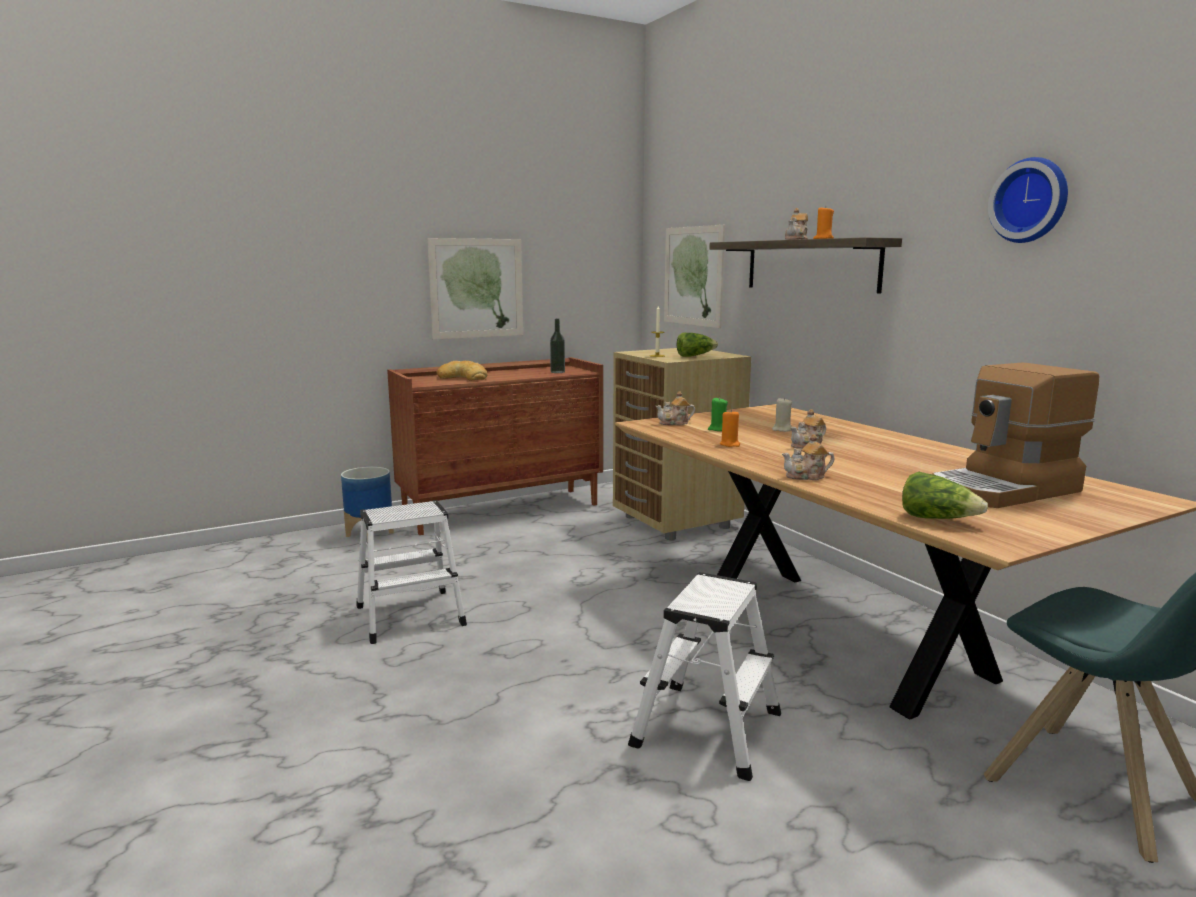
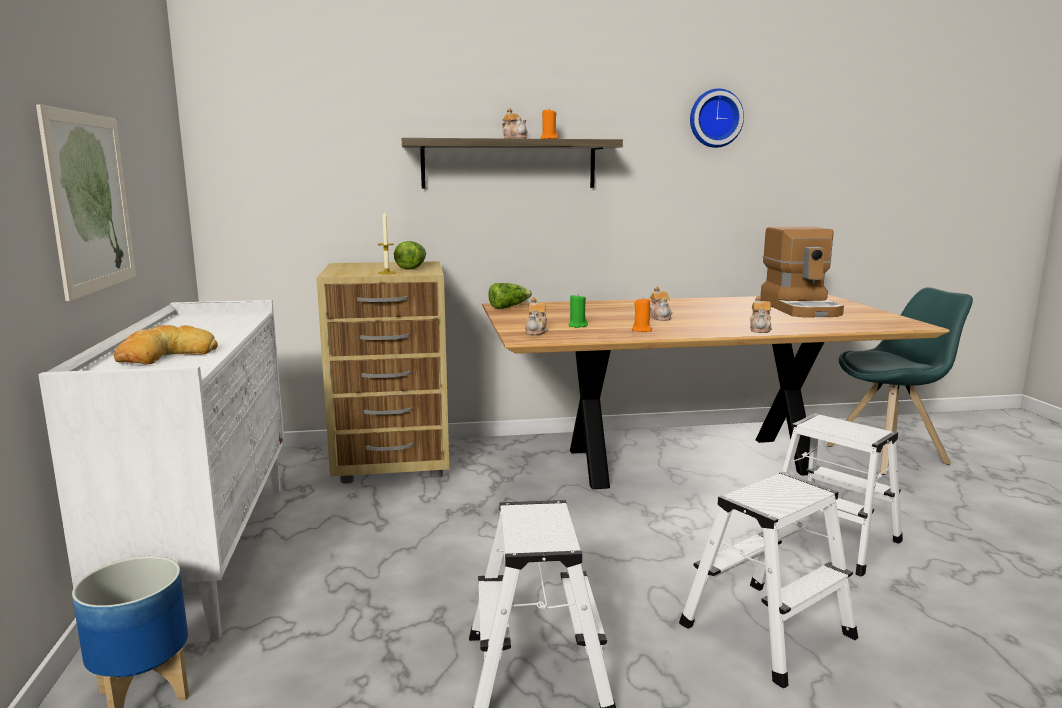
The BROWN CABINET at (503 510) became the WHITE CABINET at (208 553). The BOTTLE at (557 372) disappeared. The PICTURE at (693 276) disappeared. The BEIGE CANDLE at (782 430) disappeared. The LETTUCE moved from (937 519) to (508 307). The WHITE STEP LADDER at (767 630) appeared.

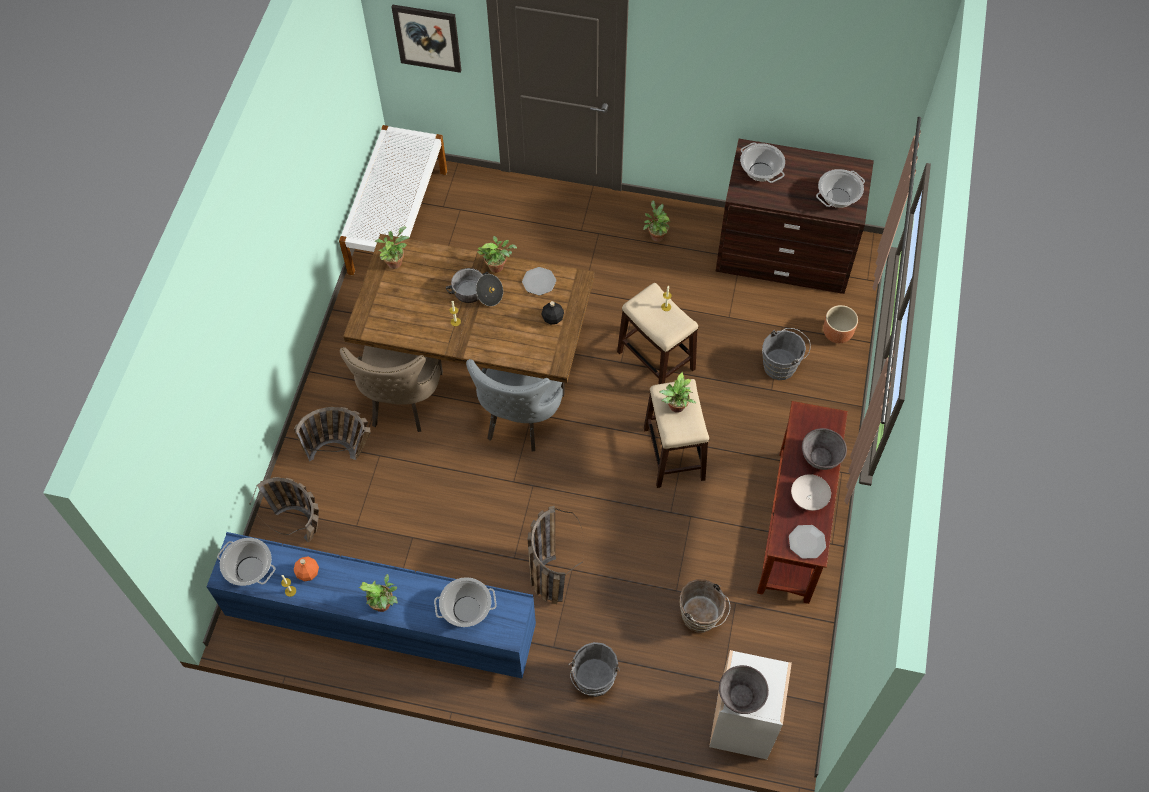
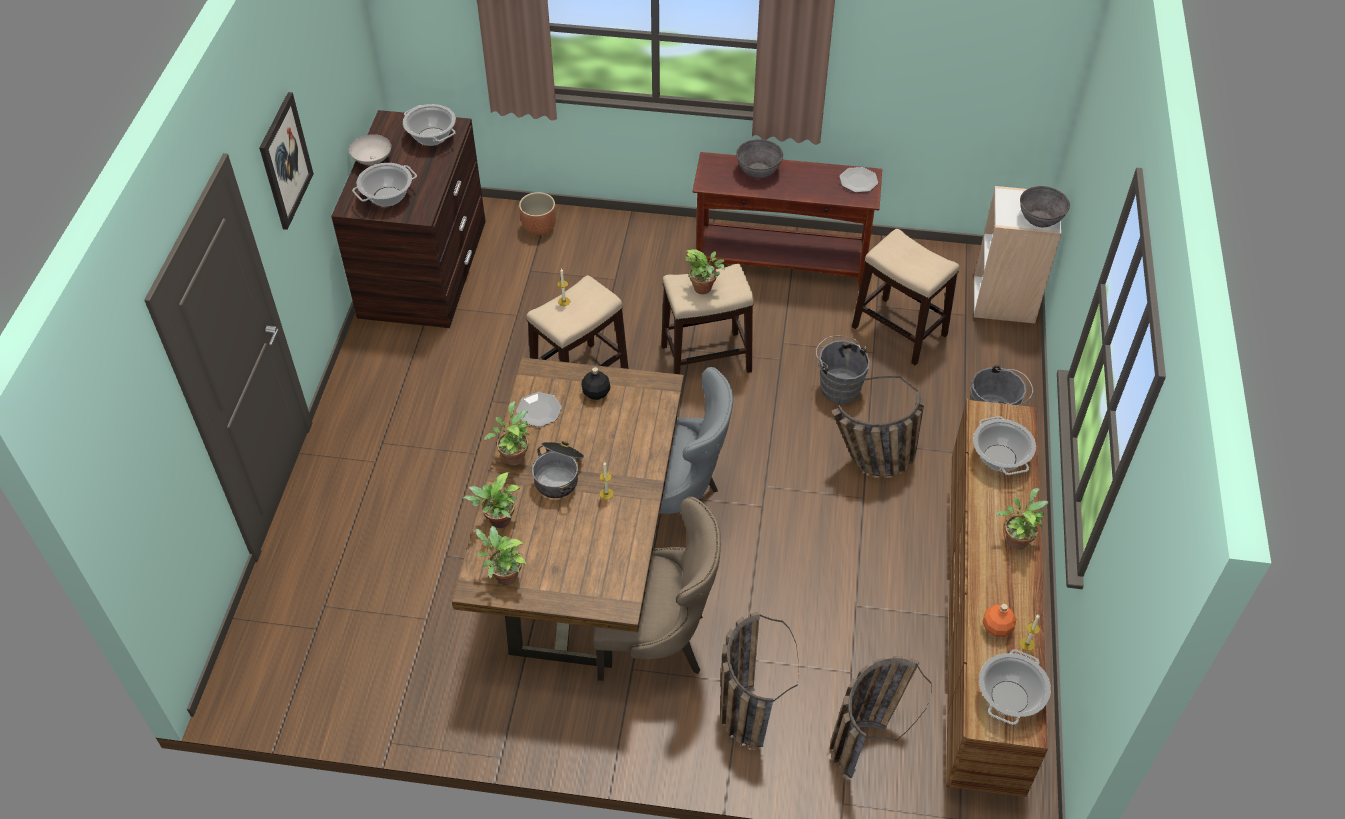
The BLUE CABINET at (382 626) became the BROWN CABINET at (982 624). The WHITE BENCH at (398 221) disappeared. The PICTURE moved from (427 38) to (285 161). The POTTED PLANT moved from (656 235) to (498 522). The BROWN BUCKET at (701 618) was replaced by the STOOL at (900 331). The GREY BUCKET moved from (782 365) to (838 386). The WHITE BOWL moved from (808 498) to (372 160).

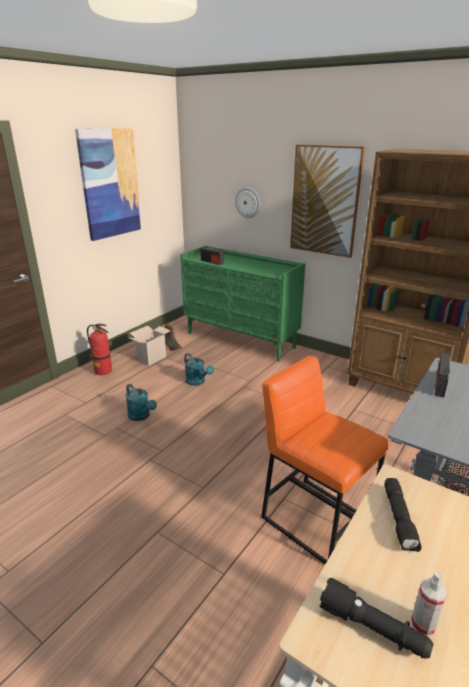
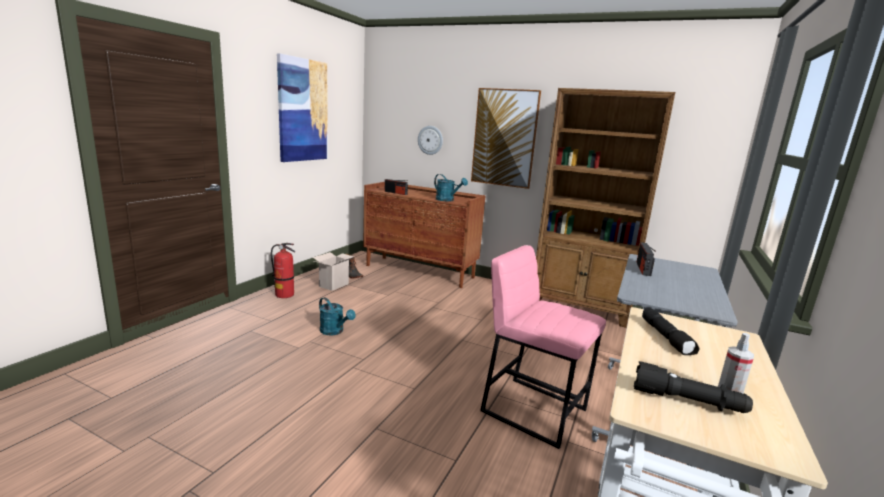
The GREEN CABINET at (240 340) became the BROWN CABINET at (420 272). The TURQUOISE WATERING CAN moved from (197 382) to (447 200). The ORANGE CHAIR at (314 518) became the PINK CHAIR at (532 409).

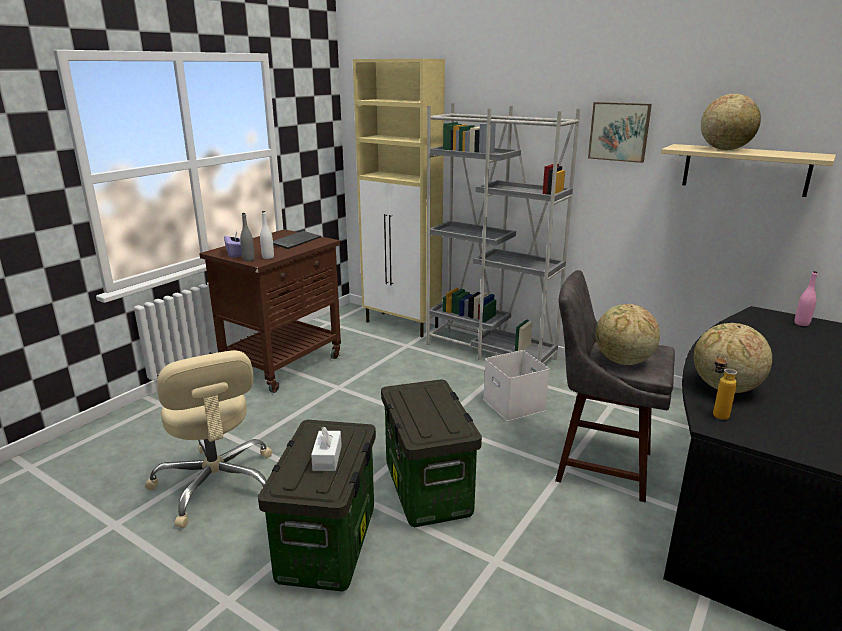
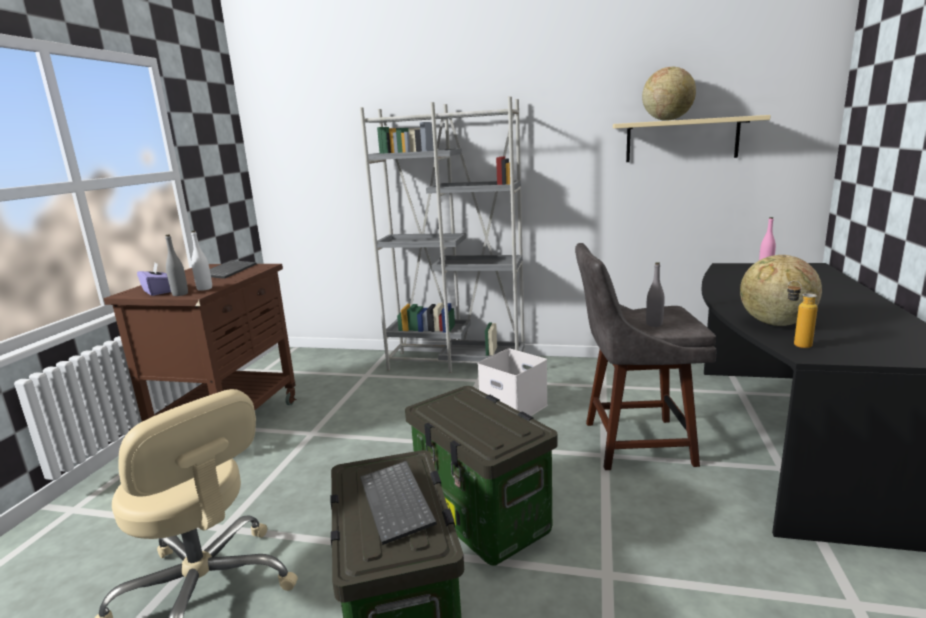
The WHITE TISSUE BOX at (327 458) was replaced by the KEYBOARD at (398 502). The BEIGE CABINET at (402 325) disappeared. The PICTURE at (619 131) disappeared. The GLOBE at (622 361) was replaced by the GREY BOTTLE at (654 324).

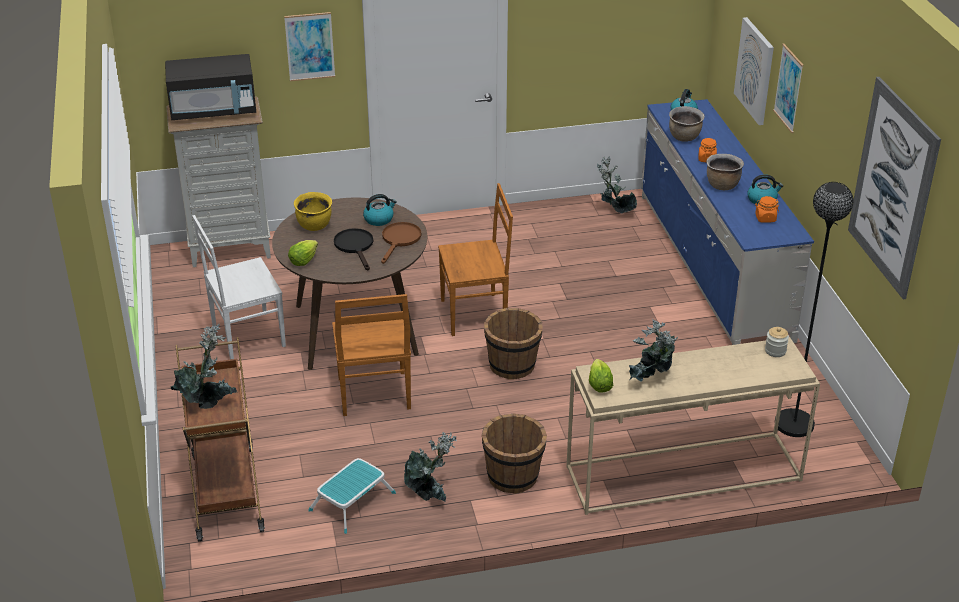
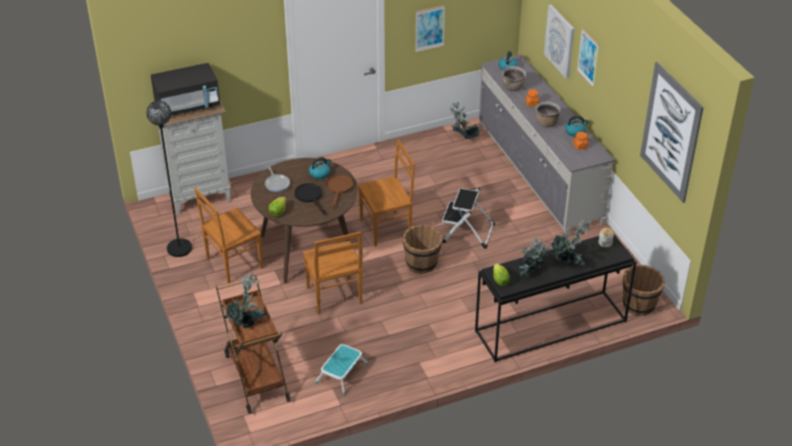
The WHITE CHAIR at (246 337) became the BROWN CHAIR at (233 264). The PICTURE moved from (310 46) to (429 28). The YELLOW COOKING POT at (315 226) was replaced by the FRYING PAN at (277 183). The POTTED PLANT moved from (430 494) to (568 262). The BROWN BUCKET moved from (513 477) to (639 305). The BEIGE CONSOLE TABLE at (682 475) became the BLACK CONSOLE TABLE at (550 327). The BLUE CABINET at (712 264) became the GREY CABINET at (538 172). The BLACK FLOOR LAMP moved from (794 424) to (179 248). The STEP LADDER at (467 231) appeared.

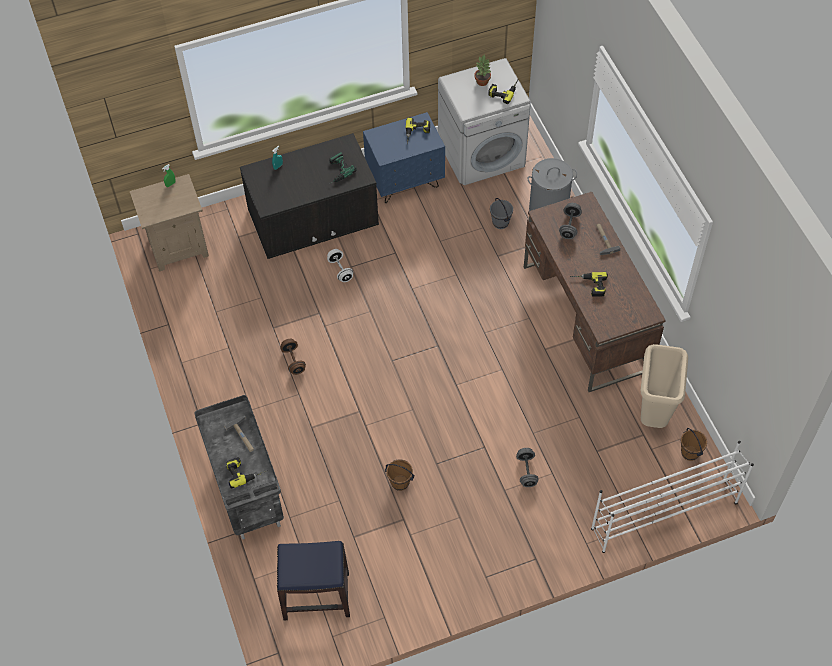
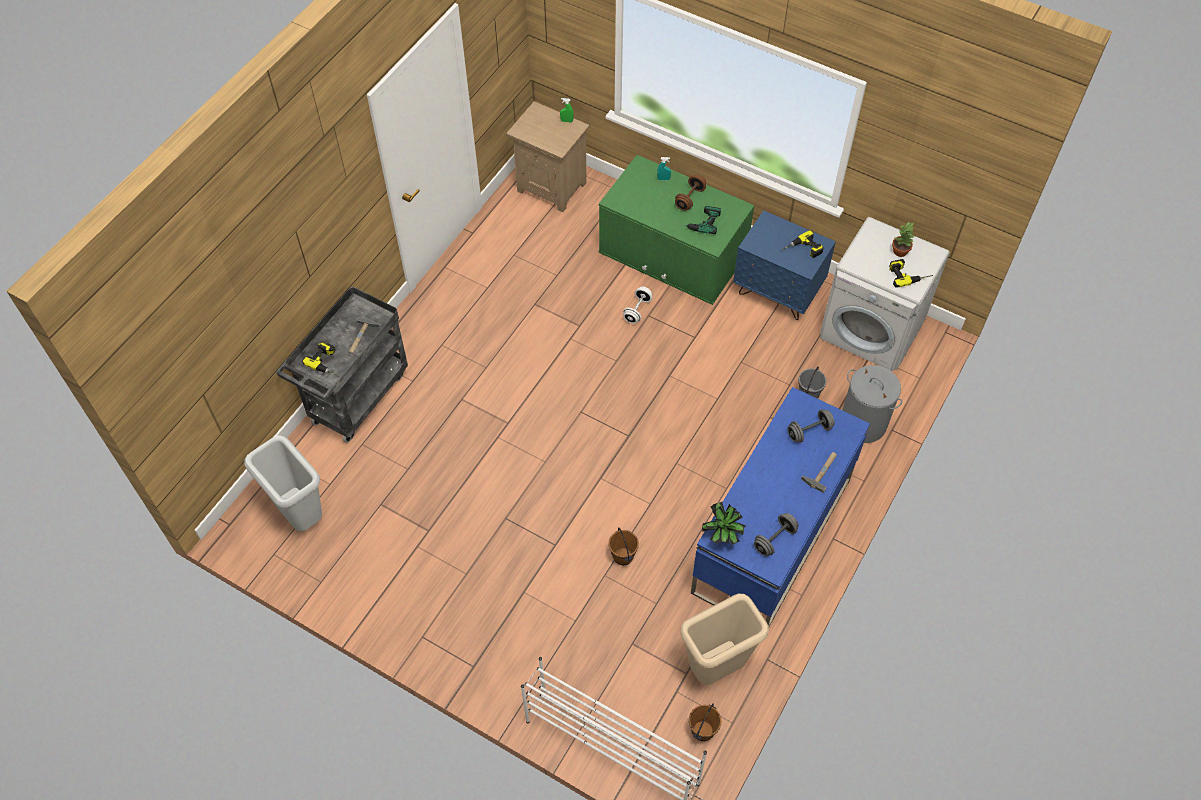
The BLACK CABINET at (313 216) became the GREEN CABINET at (673 253). The STOOL at (316 596) was replaced by the GREY TRASH CAN at (302 516). The BROWN DUMBBELL moved from (293 361) to (690 199). The BROWN BUCKET moved from (400 483) to (622 556). The GREY DUMBBELL moved from (526 471) to (774 539). The BROWN DESK at (586 318) became the BLUE DESK at (771 536). The POWER DRILL at (589 286) disappeared. The POTTED PLANT at (722 537) appeared.

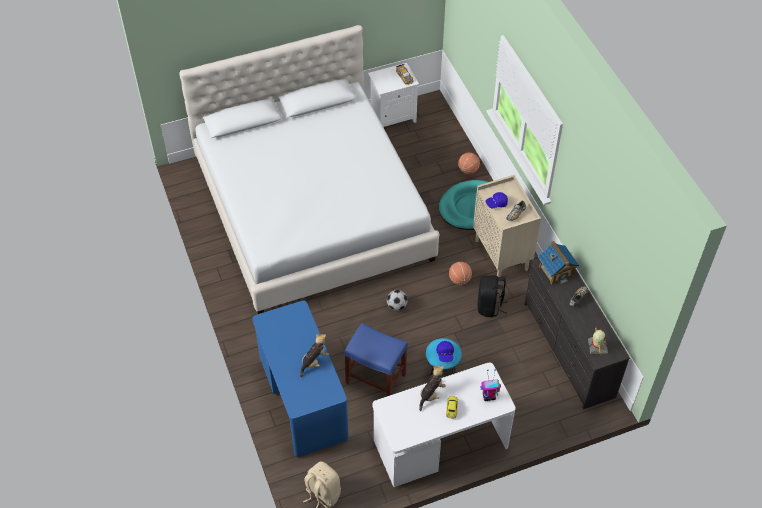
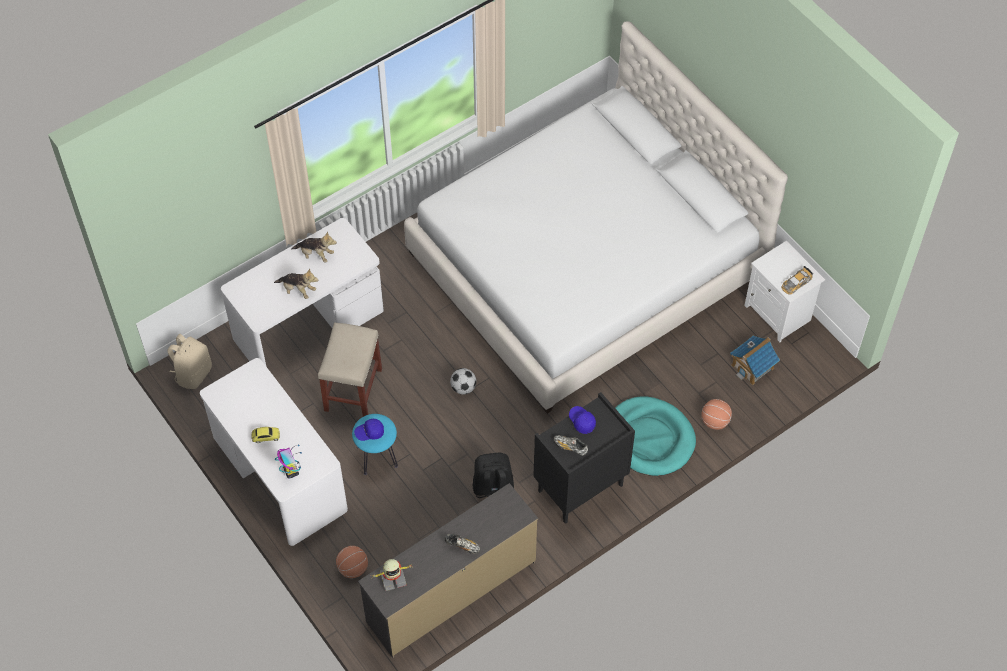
The BLUE DESK at (302 398) became the WHITE DESK at (309 324). The BLUE STOOL at (376 379) became the BEIGE STOOL at (353 391). The PLUSH TOY moved from (431 394) to (315 254). The BASKETBALL moved from (459 279) to (353 568). The BEIGE CABINET at (501 255) became the BLACK CABINET at (580 488). The TOY HOUSE moved from (556 270) to (752 366).

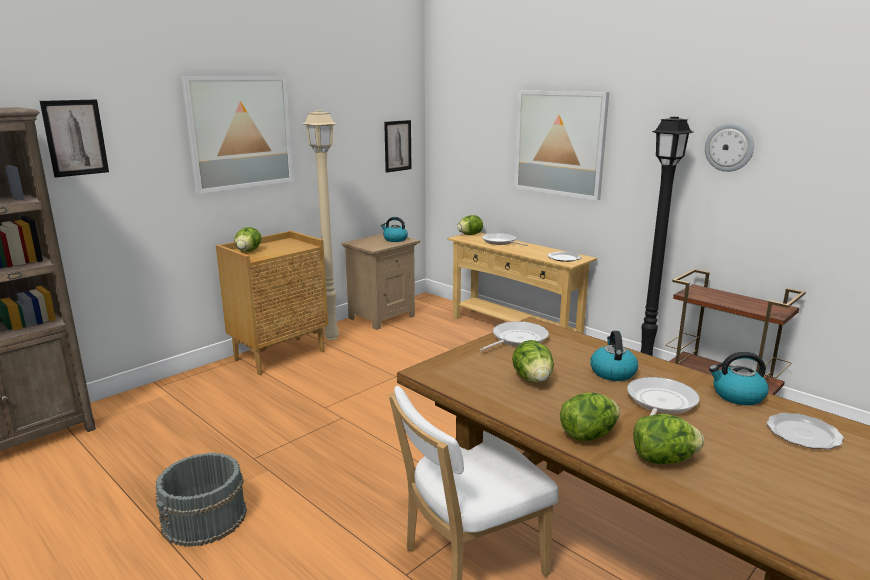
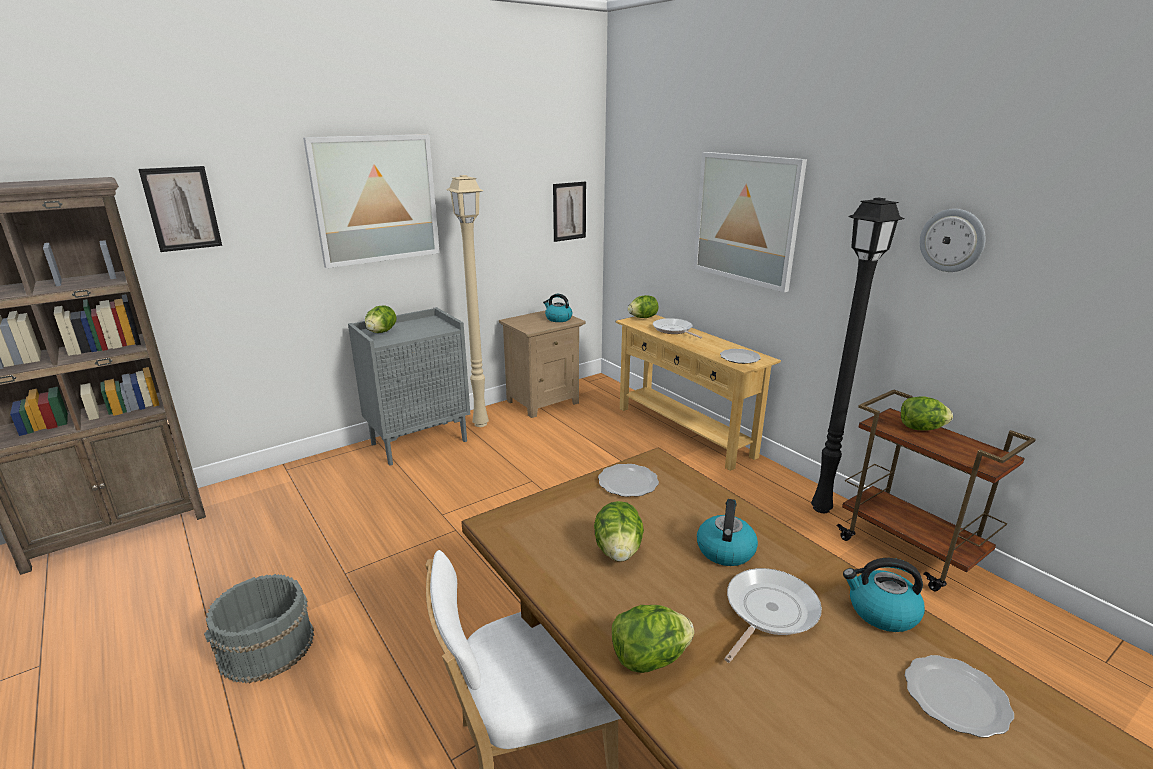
The BROWN CABINET at (280 355) became the GREY CABINET at (420 442). The FRYING PAN at (517 339) was replaced by the PLATE at (627 482). The LETTUCE moved from (663 460) to (921 428).

